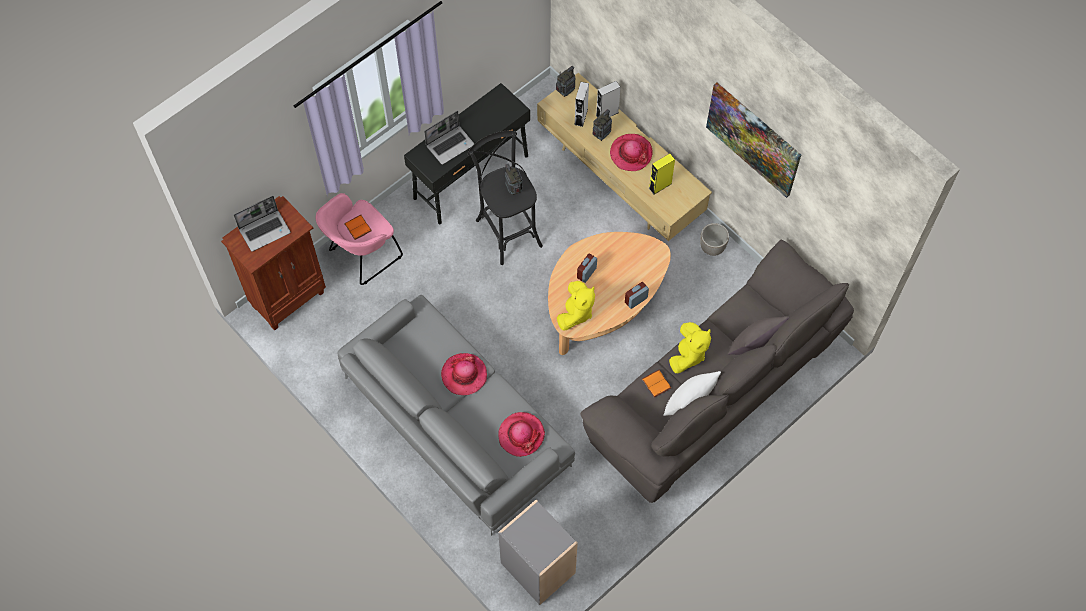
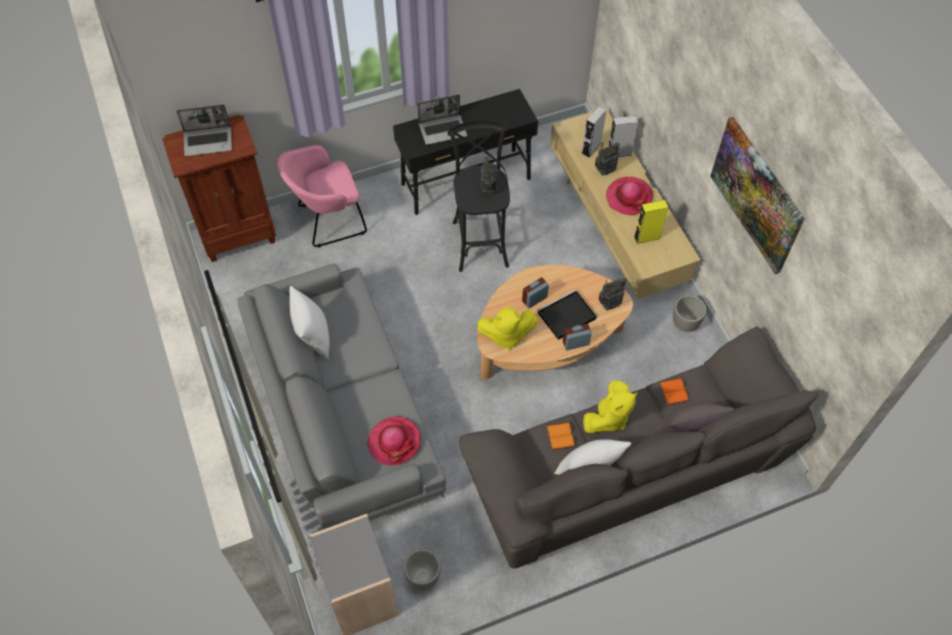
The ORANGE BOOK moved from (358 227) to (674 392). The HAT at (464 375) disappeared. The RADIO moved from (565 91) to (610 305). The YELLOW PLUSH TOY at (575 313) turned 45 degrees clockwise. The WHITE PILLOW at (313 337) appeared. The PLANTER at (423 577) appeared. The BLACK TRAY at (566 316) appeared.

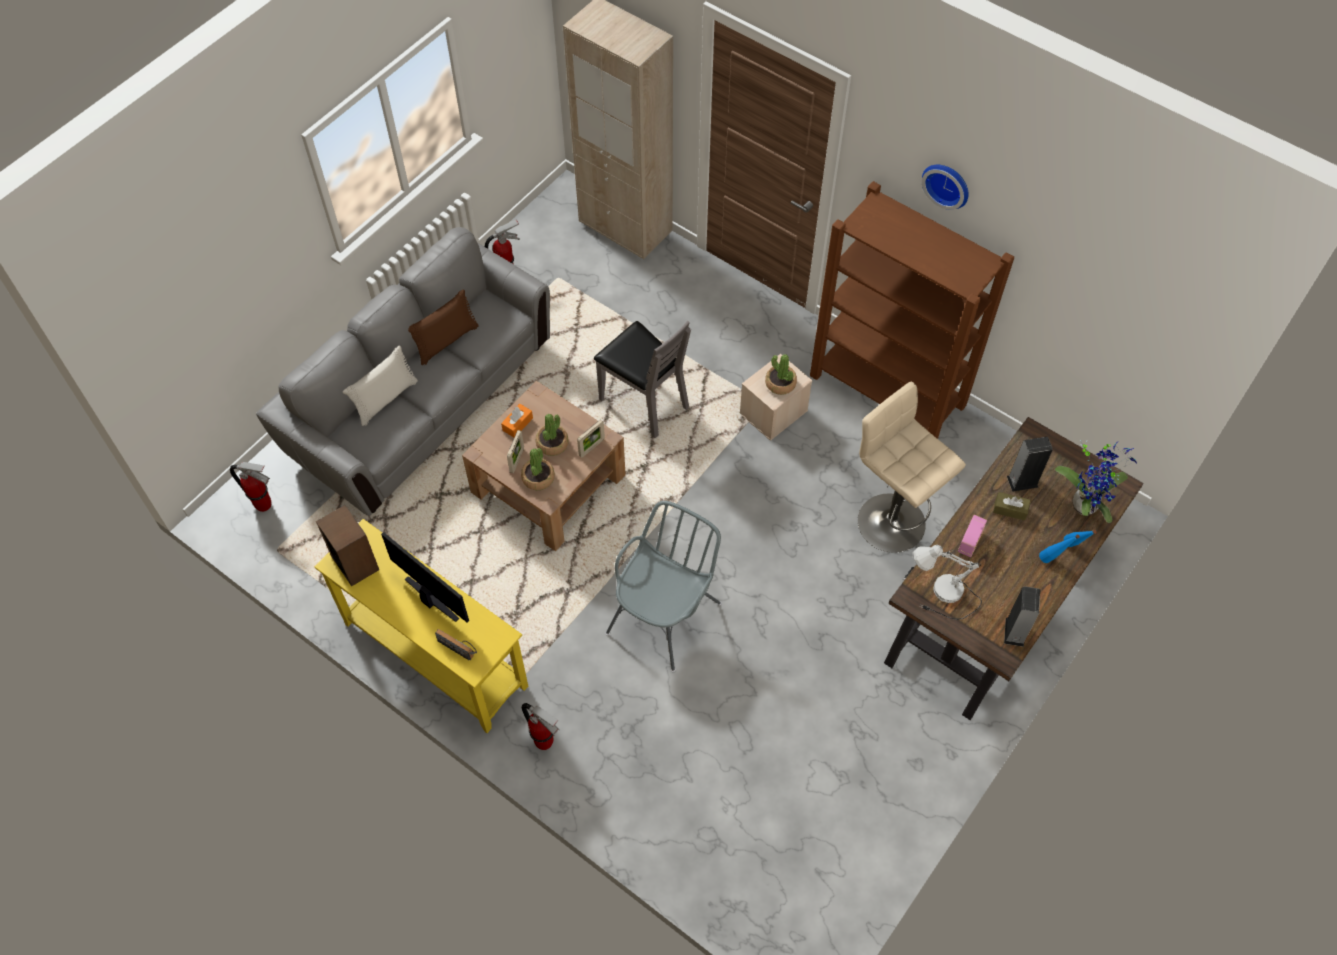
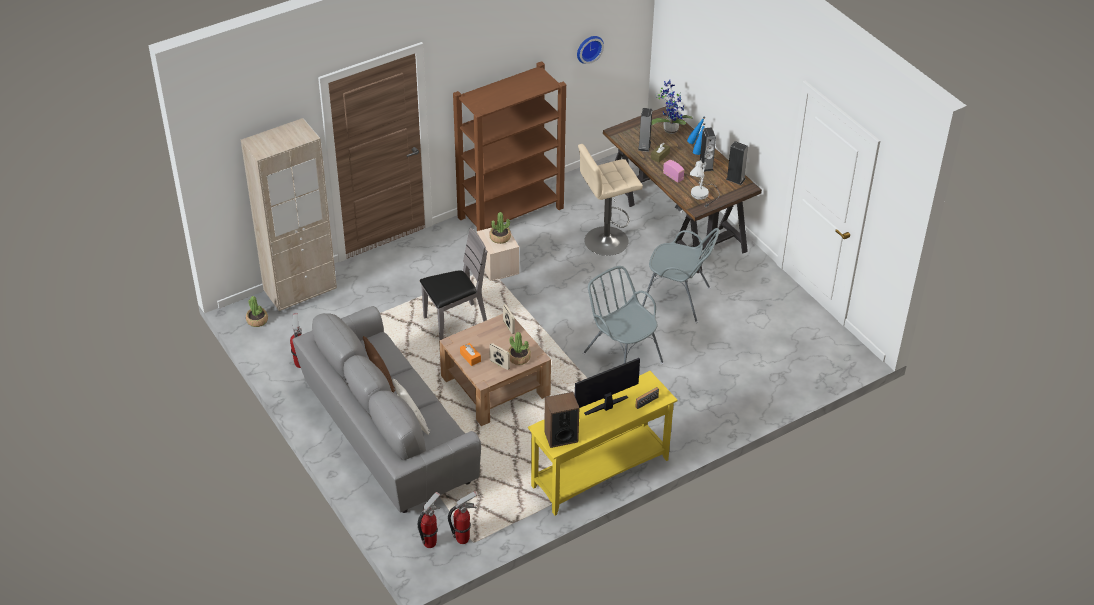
The FIRE EXTINGUISHER moved from (544 742) to (463 539). The POTTED PLANT moved from (552 444) to (257 320). The WALL CLOCK moved from (947 184) to (588 48). The GREY CHAIR at (678 299) appeared. The SPEAKER at (706 166) appeared.

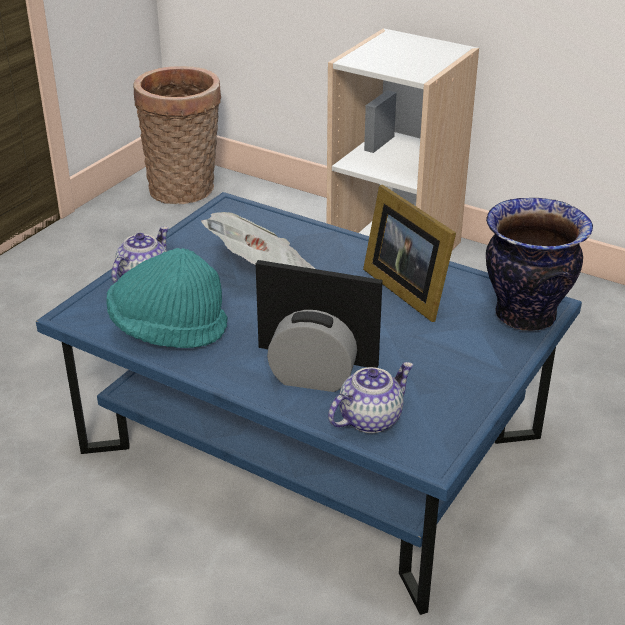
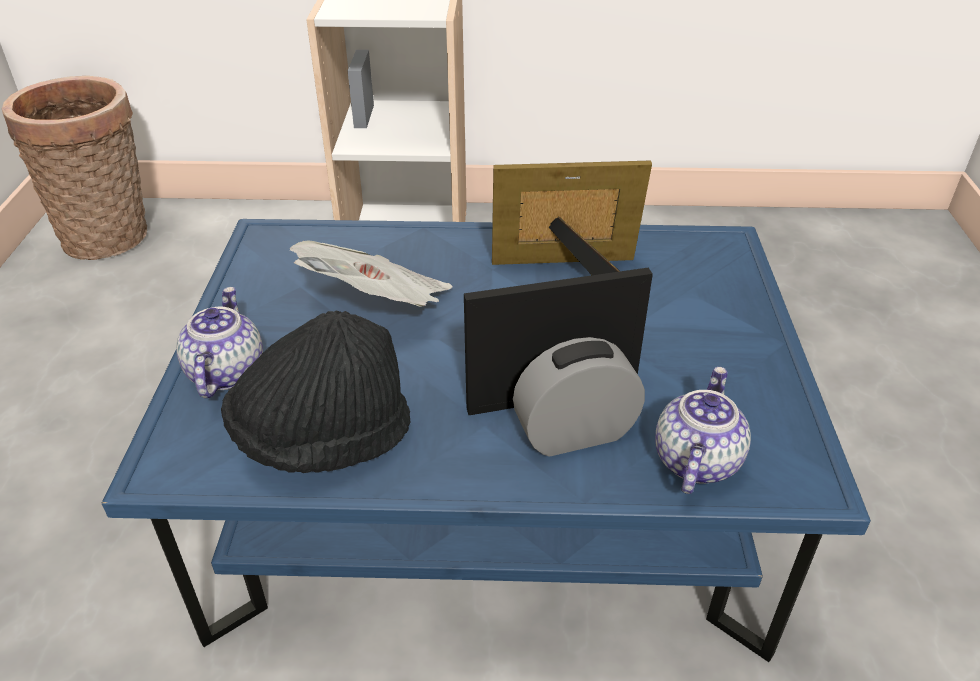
The TURQUOISE HAT at (168 330) became the BLACK HAT at (323 437). The PICTURE FRAME at (407 288) turned 150 degrees clockwise. The VASE at (524 316) disappeared.

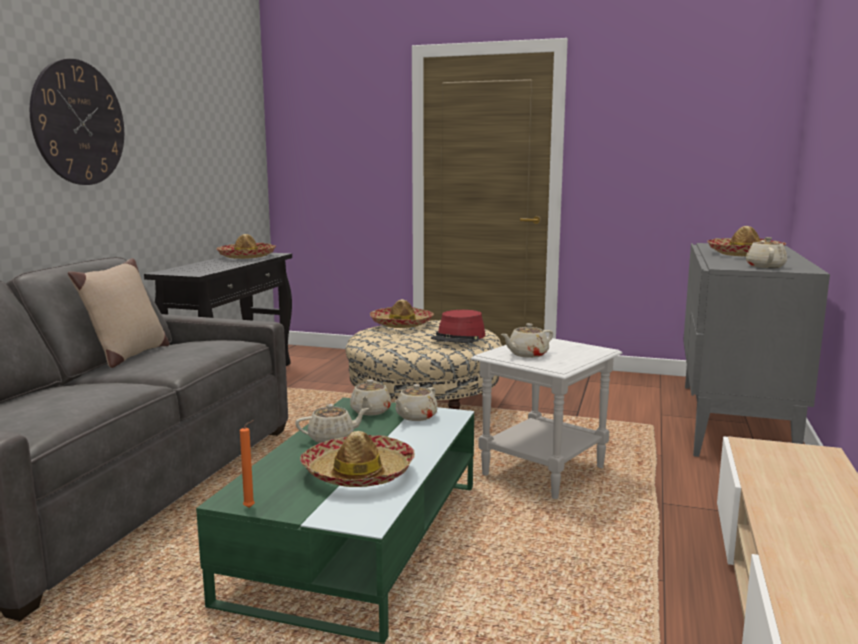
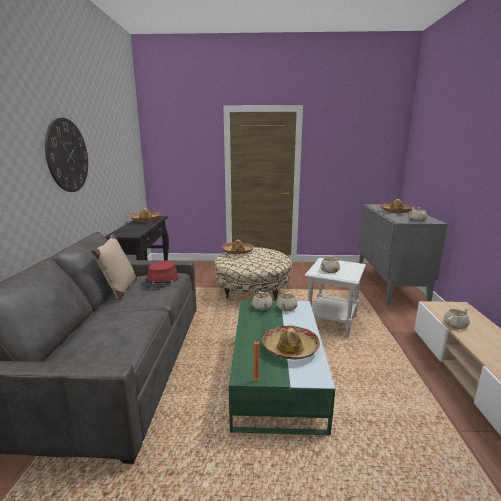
The BEIGE TEAPOT moved from (332 439) to (455 324). The RED HAT moved from (458 337) to (161 281).

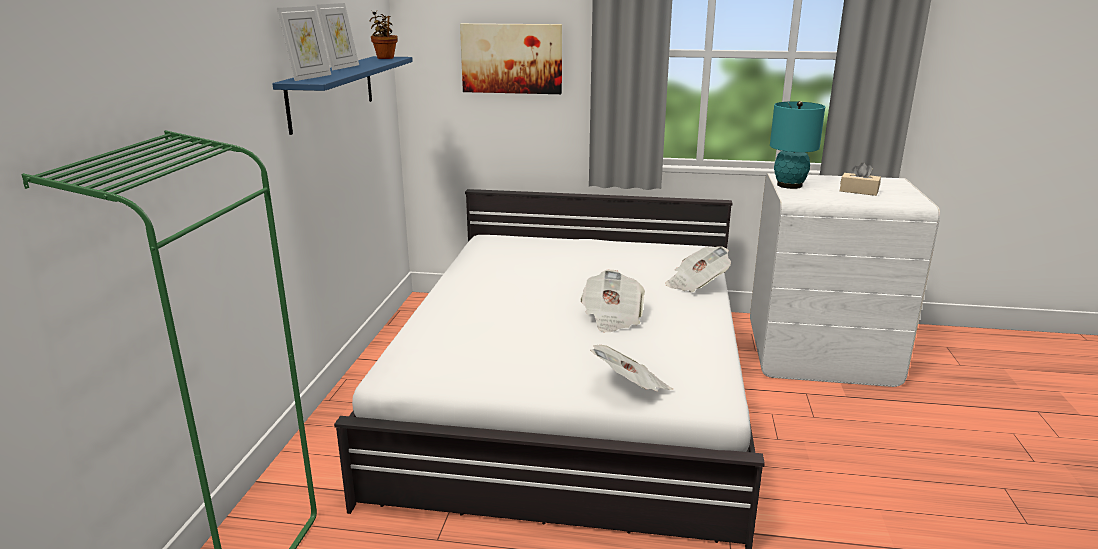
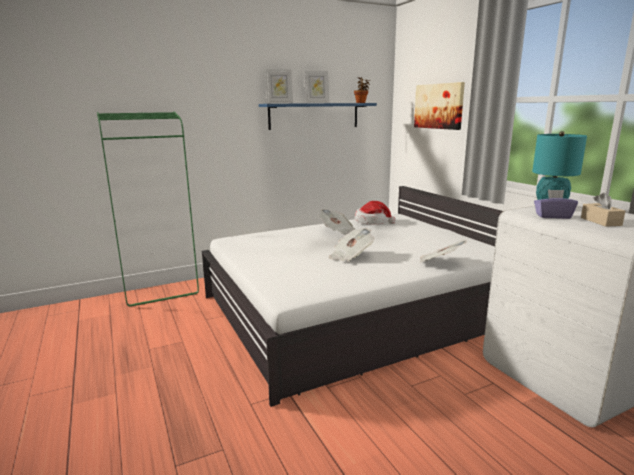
The NEWSPAPER moved from (631 388) to (337 232). The HAT at (372 221) appeared. The PURPLE TISSUE BOX at (552 216) appeared.

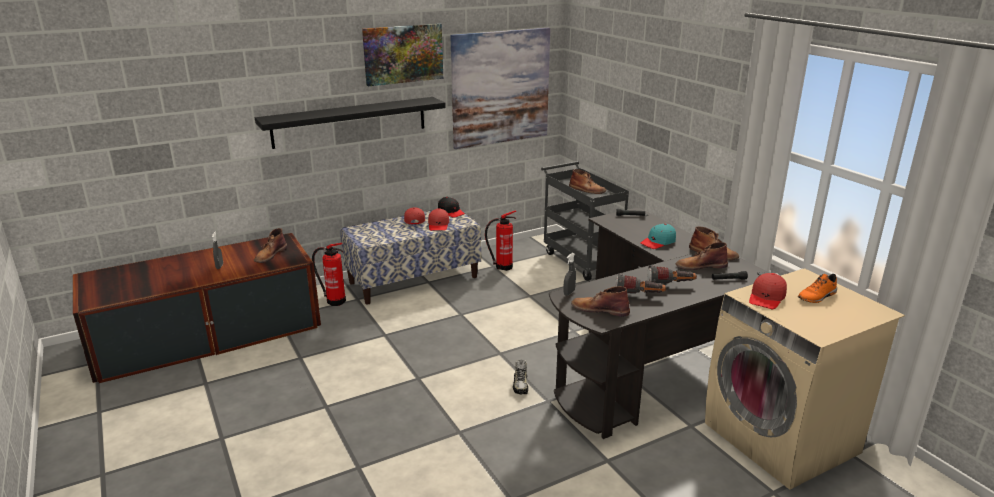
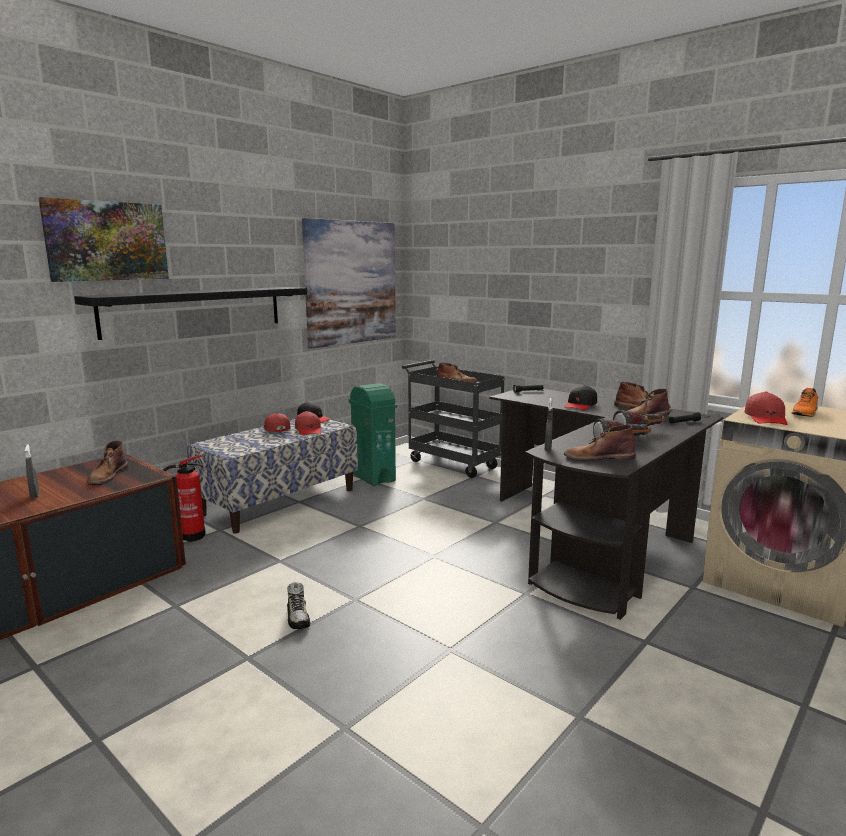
The PICTURE moved from (403 54) to (107 241). The FIRE EXTINGUISHER at (502 267) was replaced by the GREEN TRASH CAN at (373 477). The SHOE moved from (520 385) to (298 617). The TURQUOISE CAP at (658 242) became the BLACK CAP at (580 405).

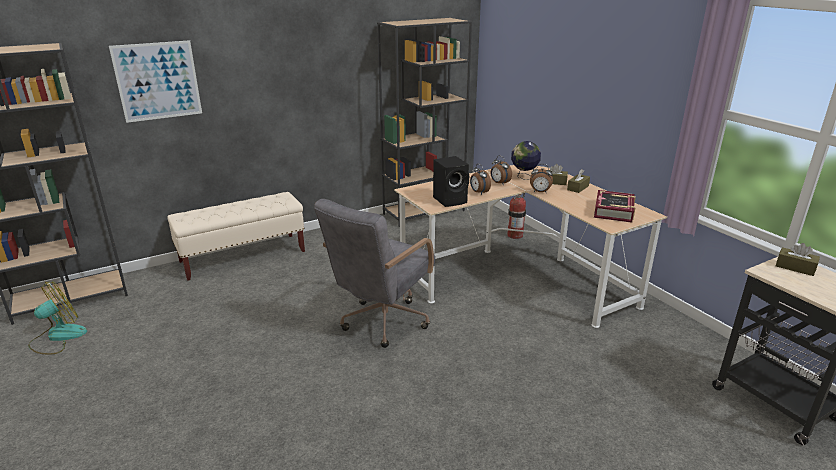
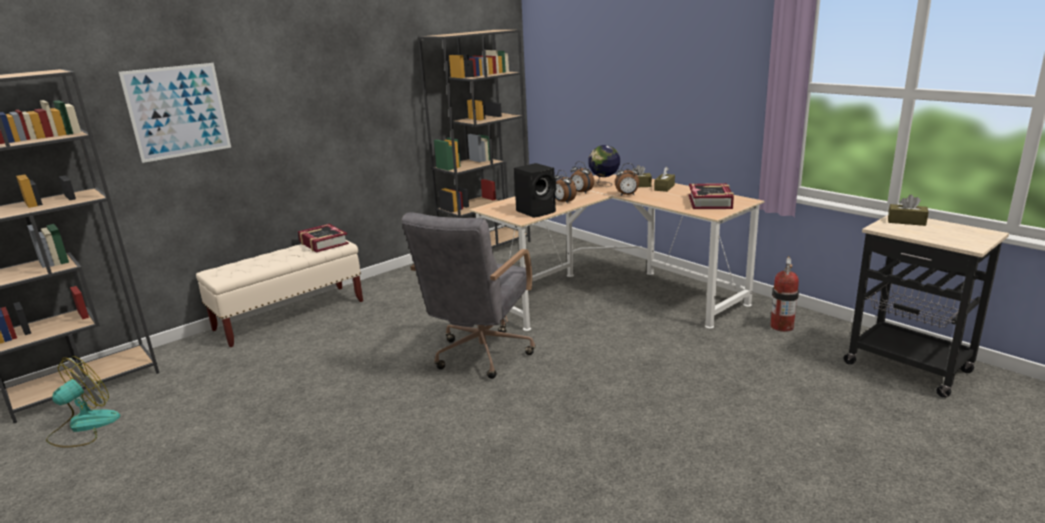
The FIRE EXTINGUISHER moved from (515 235) to (782 326). The BOOK at (323 243) appeared.

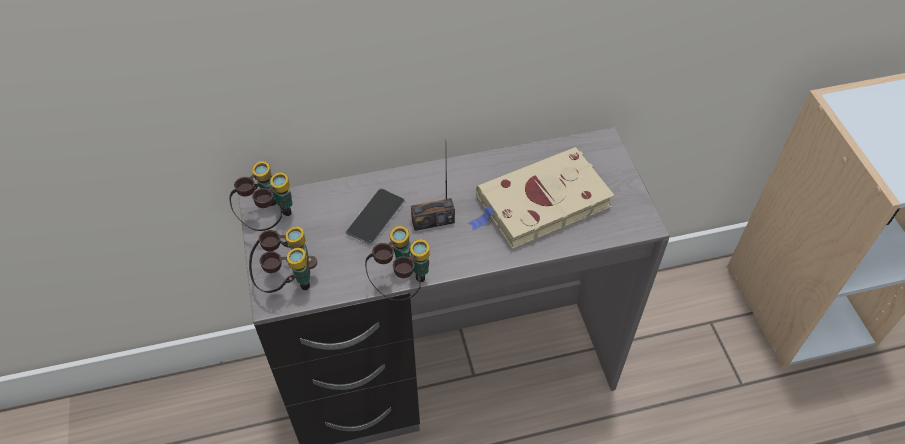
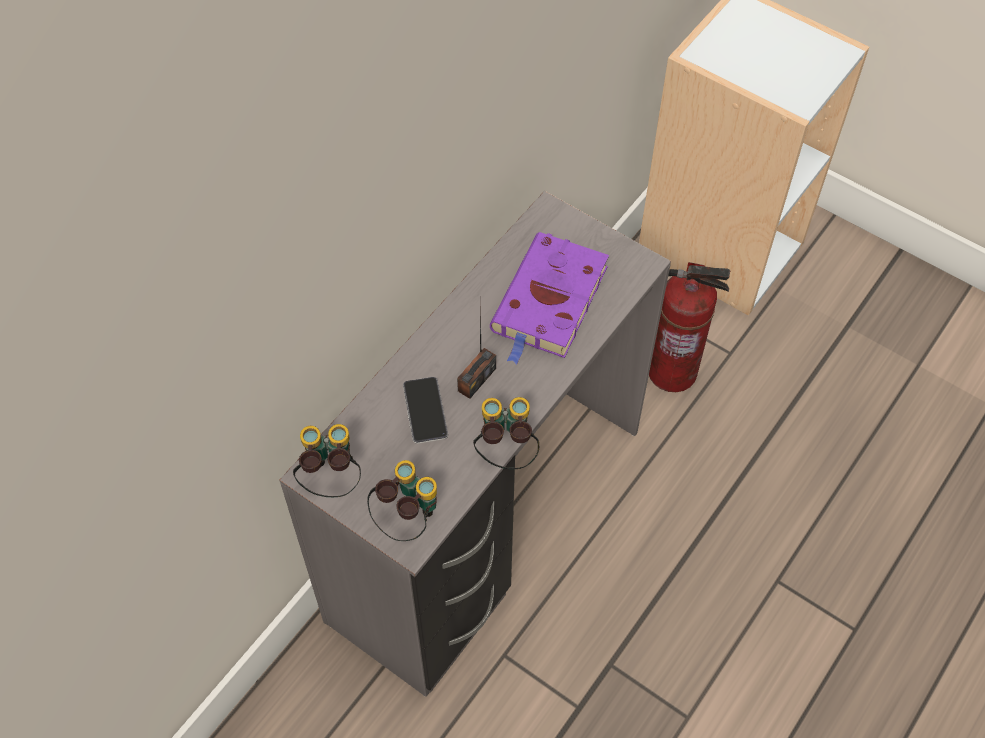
The BEIGE BOOK at (540 204) became the PURPLE BOOK at (549 303). The FIRE EXTINGUISHER at (673 371) appeared.

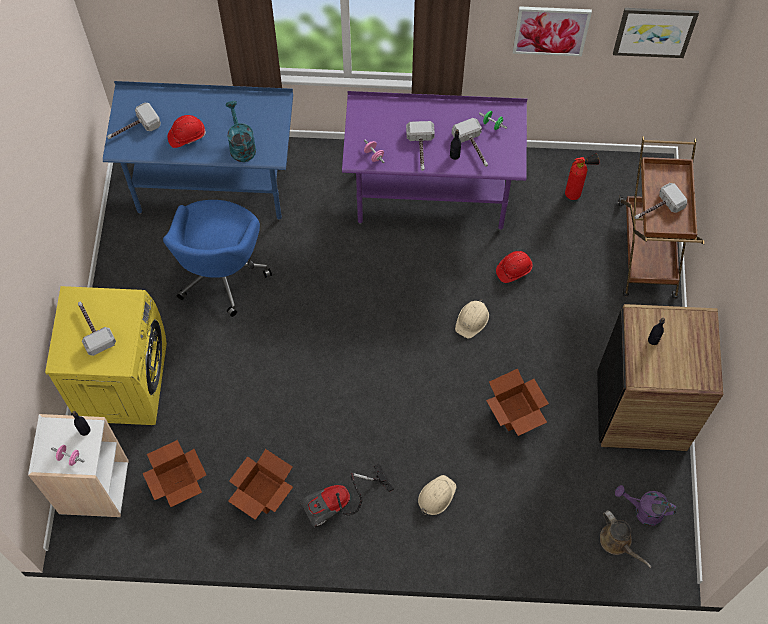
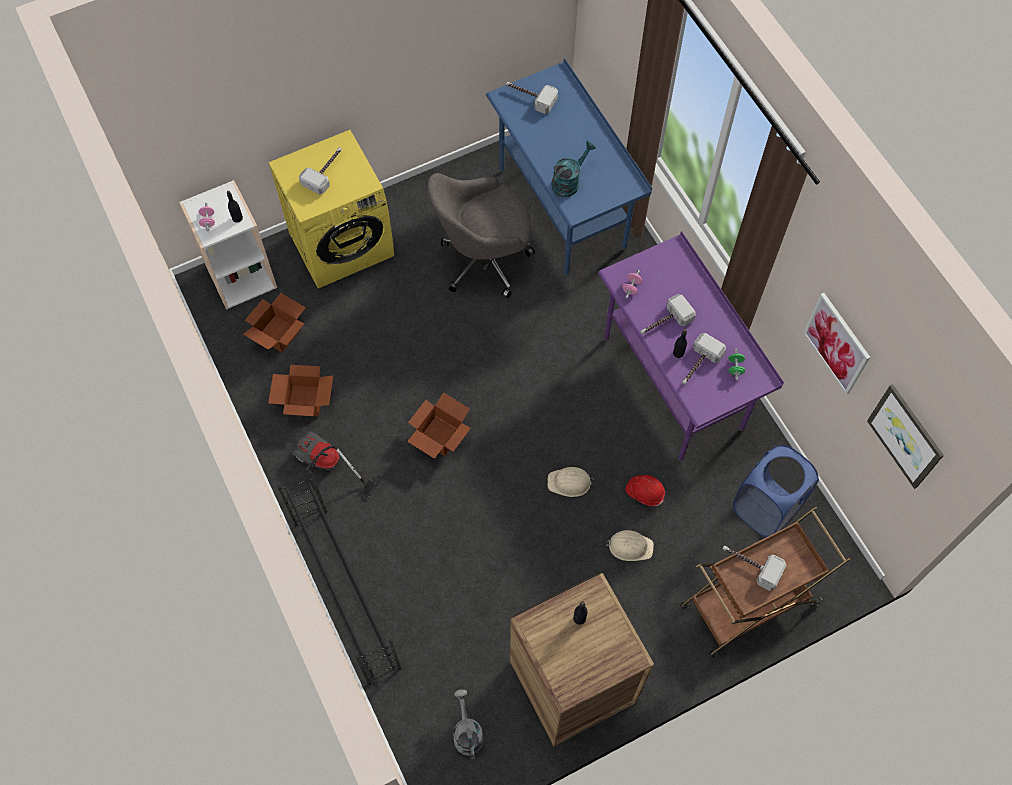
The BLUE OFFICE CHAIR at (221 275) became the GREY OFFICE CHAIR at (484 261). The RED HARD HAT at (186 136) disappeared. The BEIGE HARD HAT moved from (436 496) to (630 546). The CARDBOARD BOX moved from (514 412) to (439 436). The FIRE EXTINGUISHER at (576 193) was replaced by the BLUE LAUNDRY BASKET at (766 507). The BROWN WATERING CAN at (617 542) disappeared. The PURPLE WATERING CAN at (643 511) became the GREY WATERING CAN at (467 733). The BLACK SHOE RACK at (346 593) appeared.

